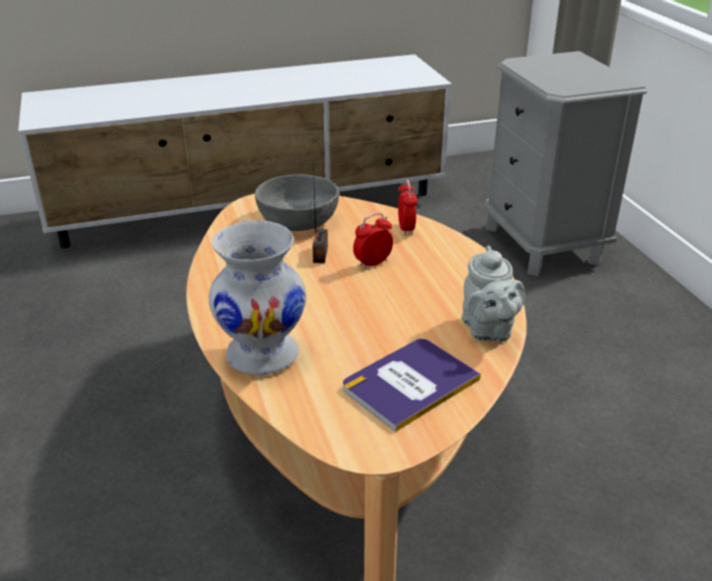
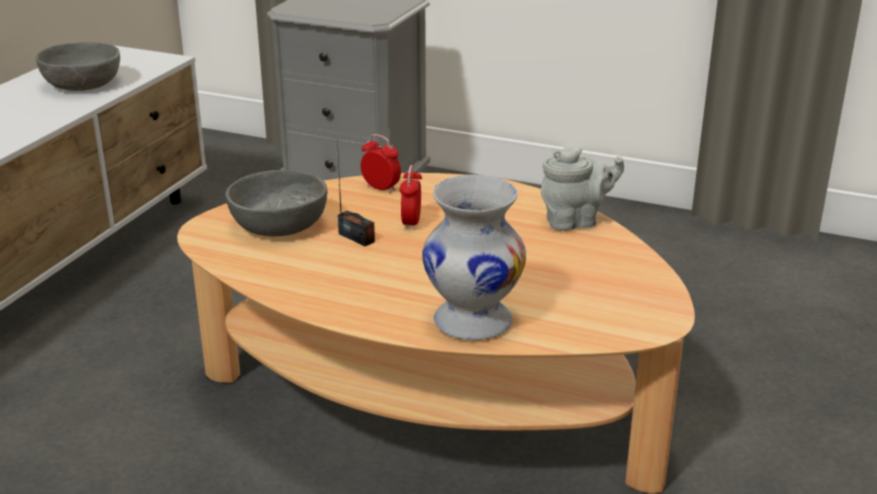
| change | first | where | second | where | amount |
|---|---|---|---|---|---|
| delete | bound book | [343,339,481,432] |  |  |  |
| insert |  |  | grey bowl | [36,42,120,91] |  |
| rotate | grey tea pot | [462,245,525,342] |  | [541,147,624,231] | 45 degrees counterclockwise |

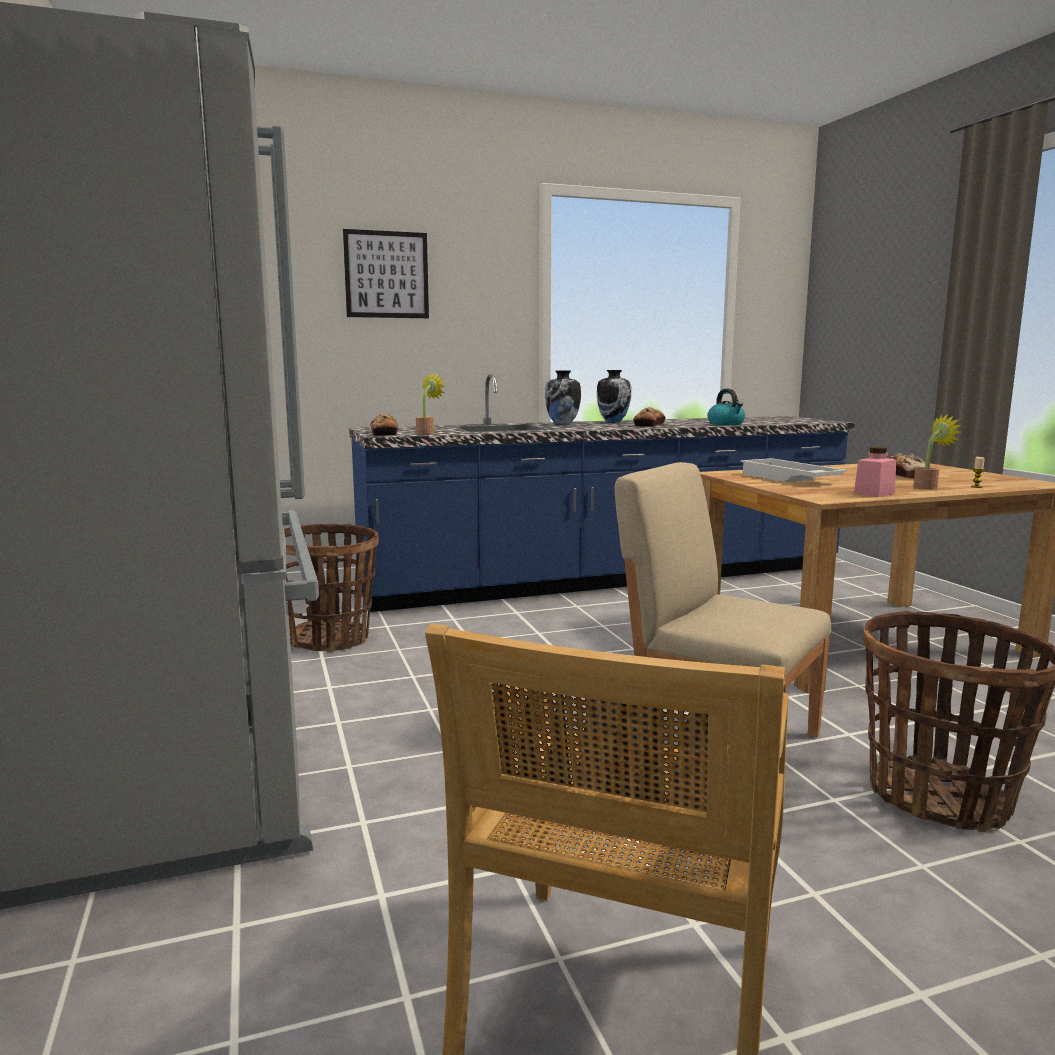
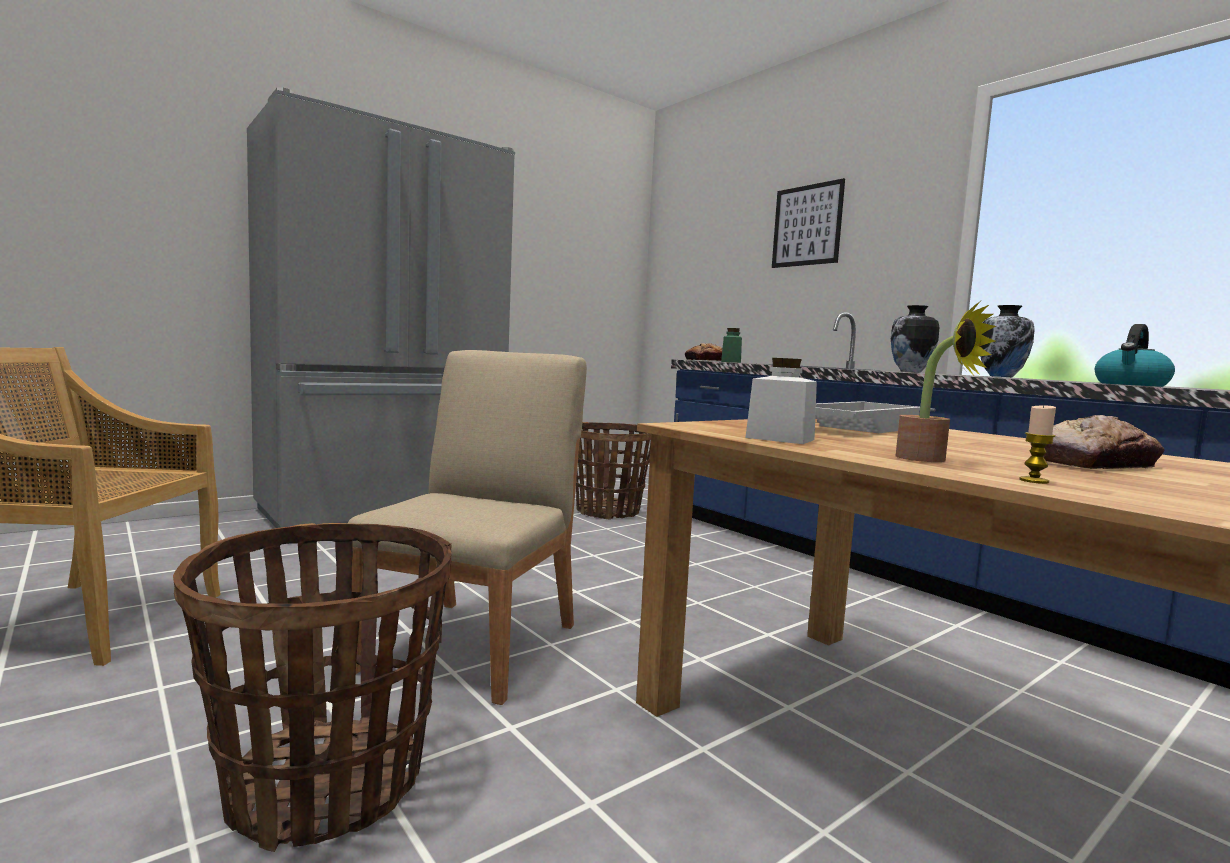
| change | first | where | second | where | amount |
|---|---|---|---|---|---|
| delete | baked bread | [633,407,666,427] |  |  |  |
| replace | plant in a pot | [416,372,446,434] | green jar | [721,328,742,363] |  |
| recolor | pink-coloured jar | [854,447,896,497] | whitish jar | [745,358,817,444] |  |

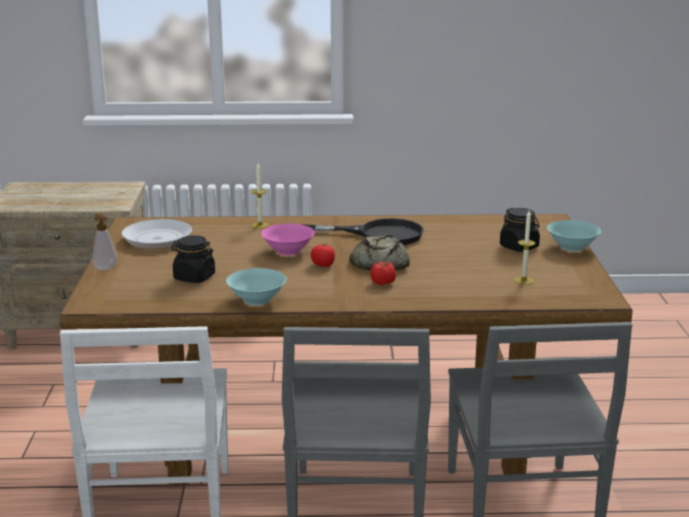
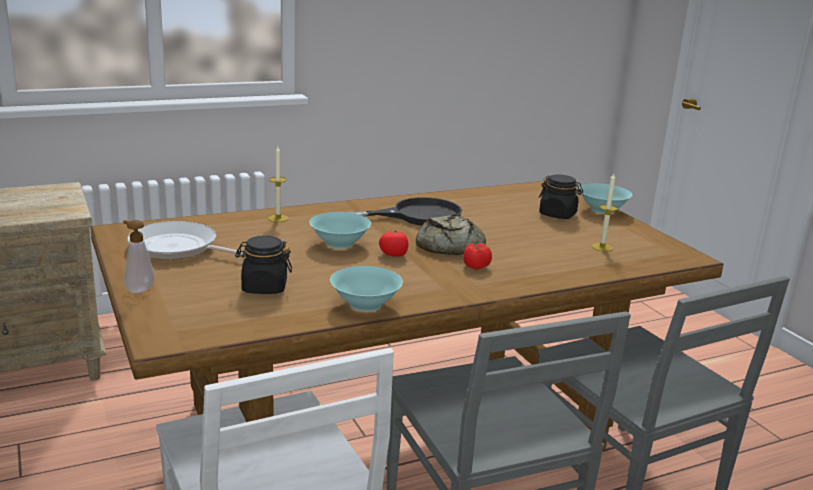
| change | first | where | second | where | amount |
|---|---|---|---|---|---|
| recolor | pink-coloured bowl | [261,223,315,256] | turquoise bowl | [309,212,371,249] |  |

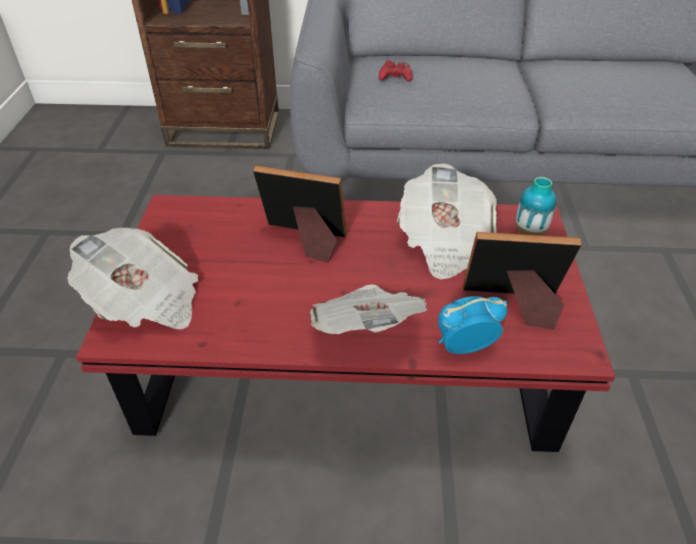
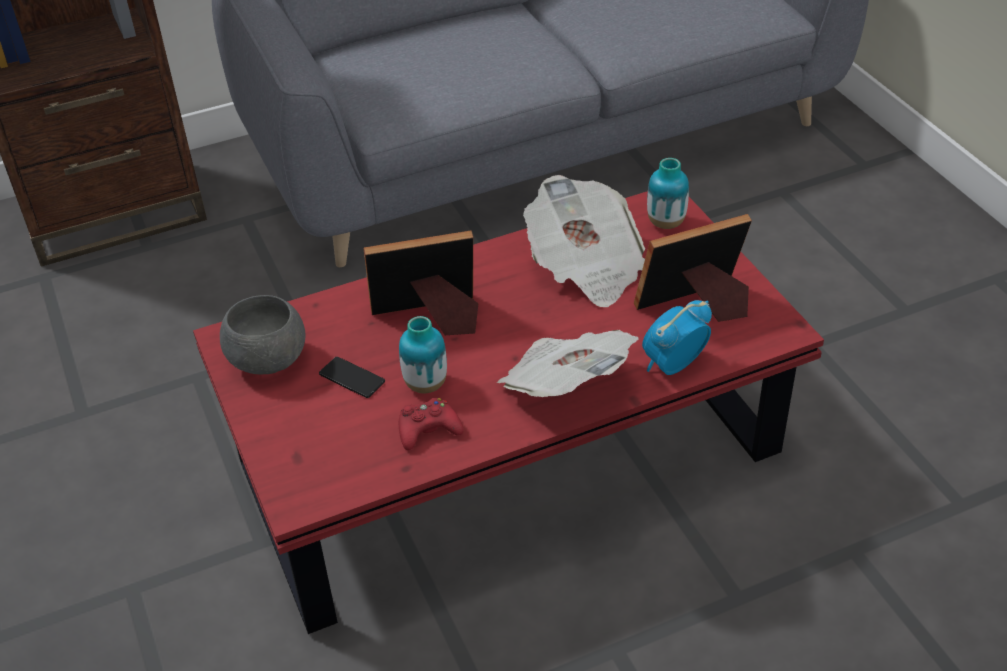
| change | first | where | second | where | amount |
|---|---|---|---|---|---|
| delete | daily paper | [67,228,198,329] |  |  |  |
| insert |  |  | grey bowl | [220,295,305,375] |  |
| insert |  |  | phone | [319,357,385,398] |  |
| insert |  |  | decorative vase | [399,316,447,393] |  |
| move | red gamepad | [379,60,412,82] |  | [399,398,464,450] |  |

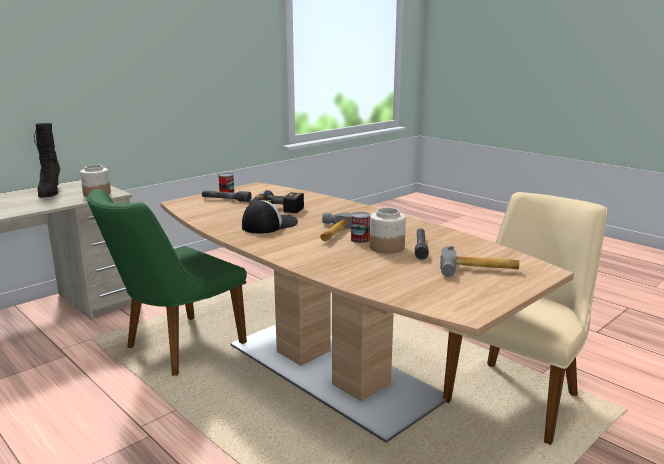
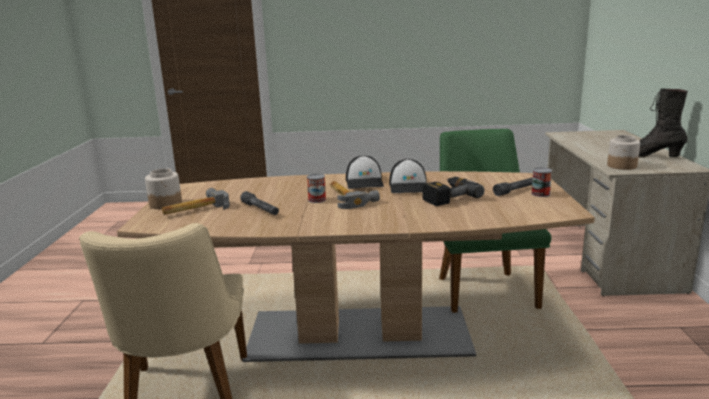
| change | first | where | second | where | amount |
|---|---|---|---|---|---|
| insert |  |  | baseball cap | [346,155,384,189] |  |
| move | jar | [369,208,406,254] |  | [145,168,182,209] |  |

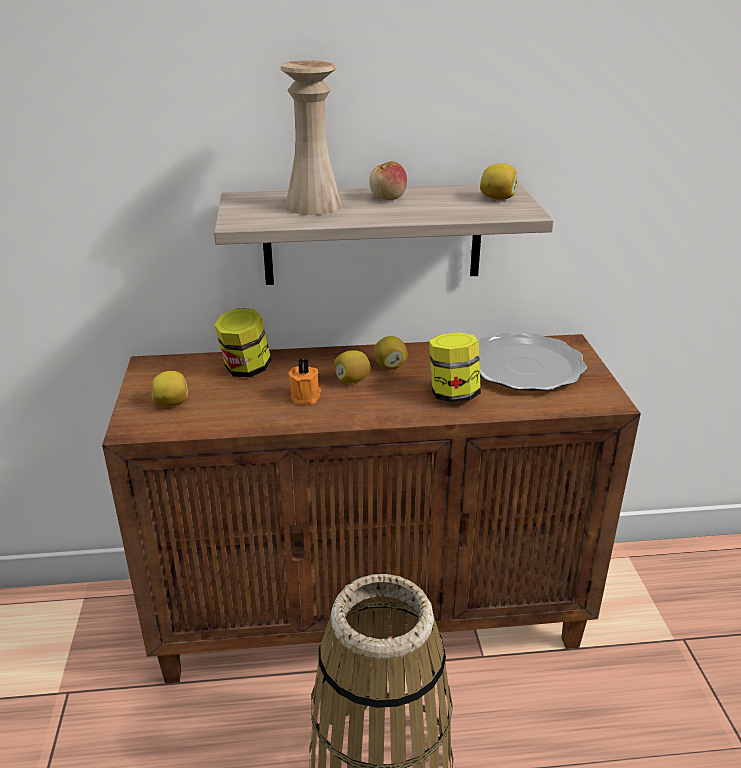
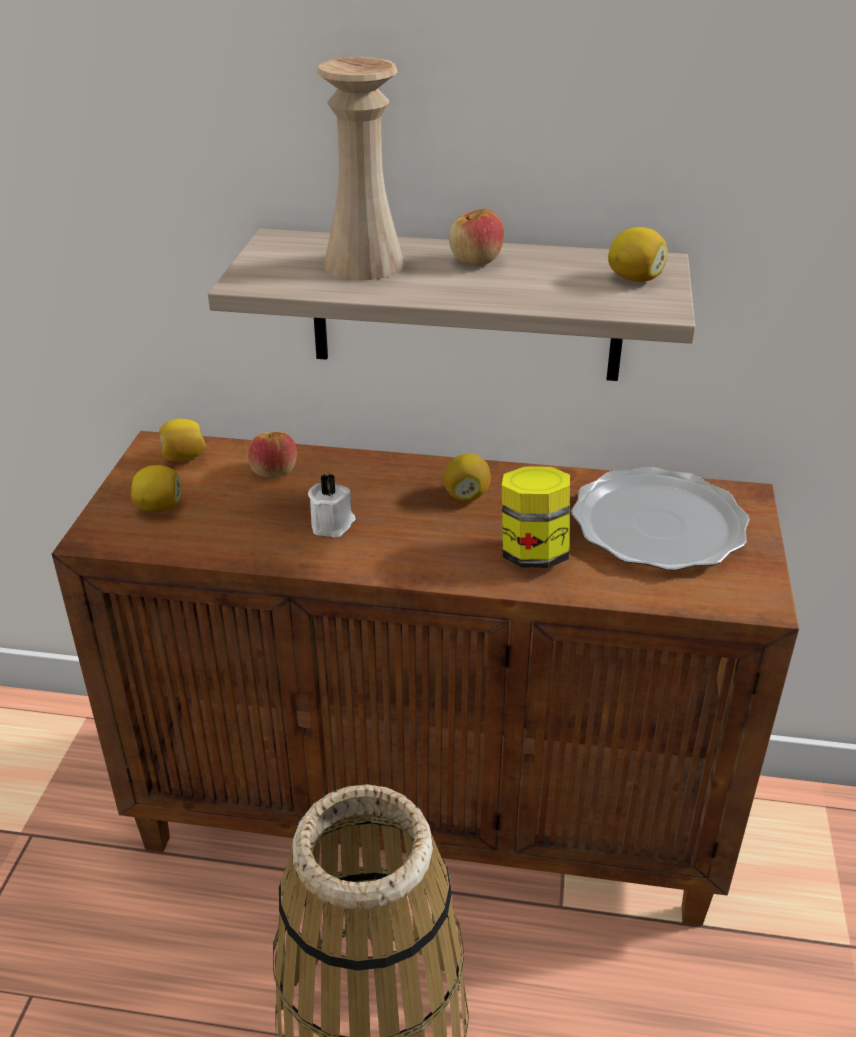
| change | first | where | second | where | amount |
|---|---|---|---|---|---|
| move | lemon | [334,350,371,384] |  | [159,418,207,462] |  |
| replace | jar | [214,308,271,377] | apple fruit | [247,431,297,478] |  |
| recolor | orangey wax candle | [288,358,321,405] | whitish wax candle | [308,473,356,537] |  |

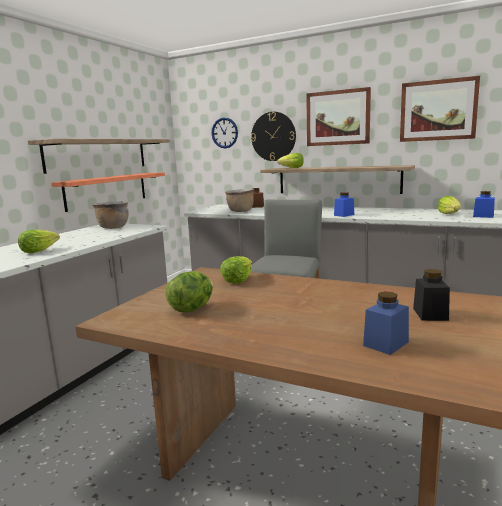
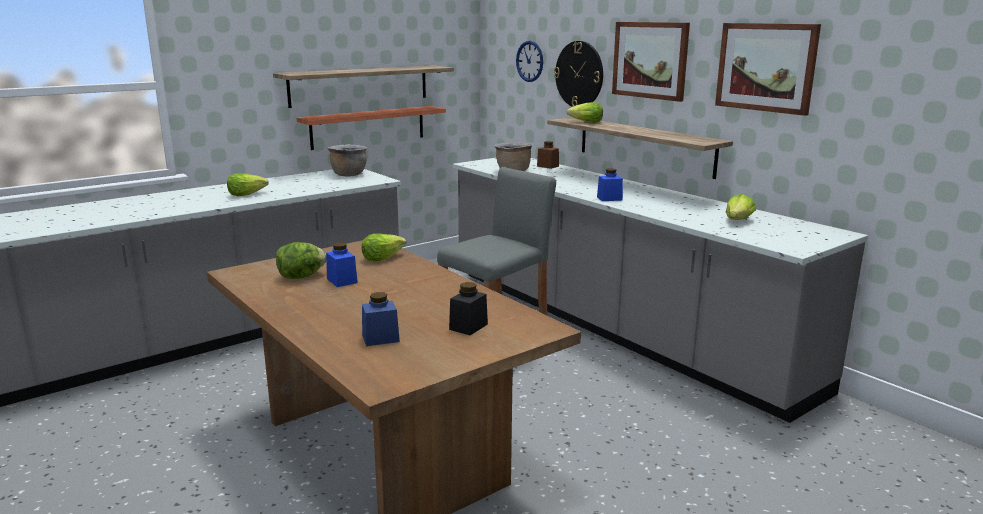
| change | first | where | second | where | amount |
|---|---|---|---|---|---|
| move | bluish jar | [473,191,495,218] |  | [326,242,358,287] |  |

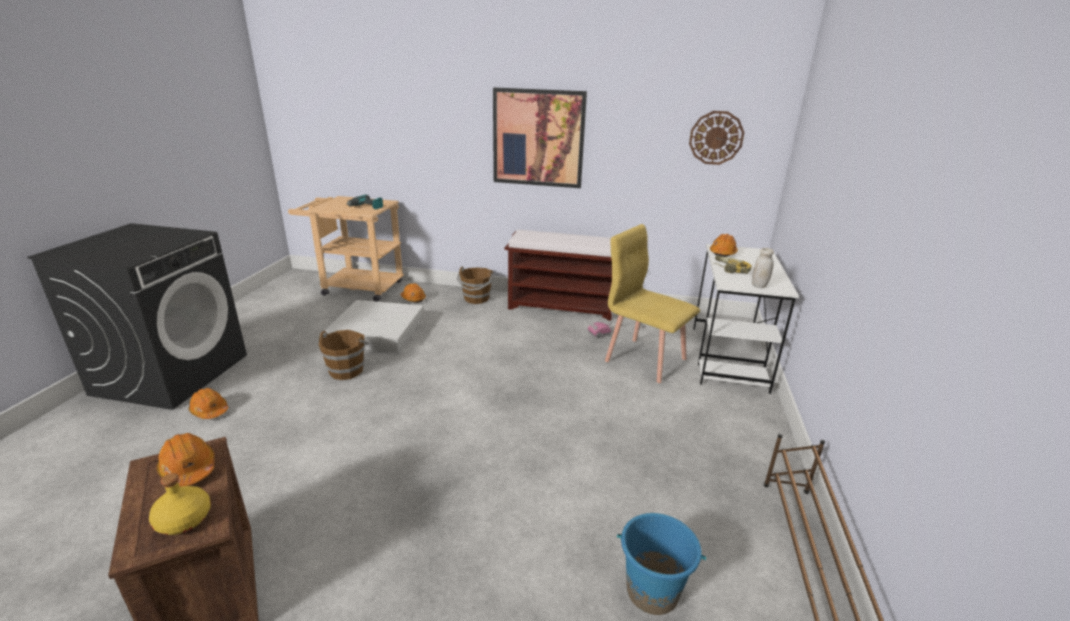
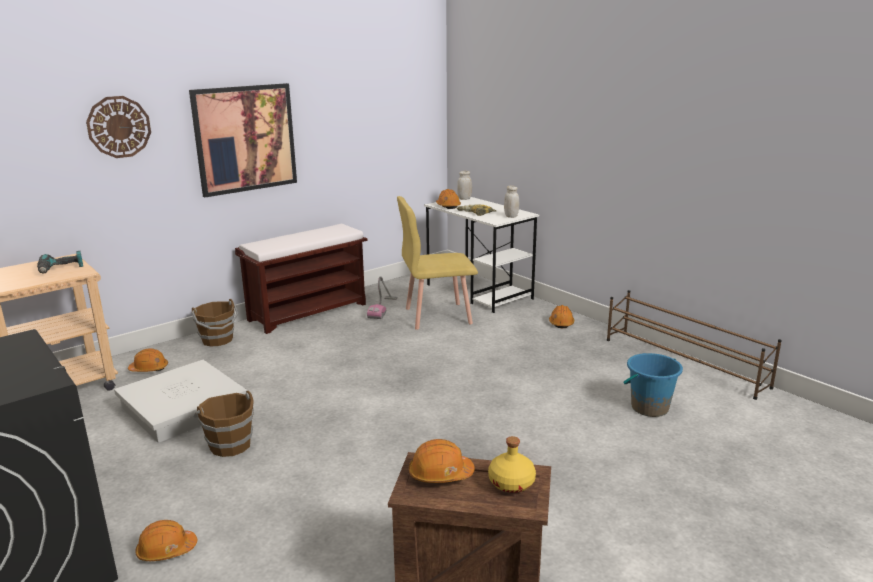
| change | first | where | second | where | amount |
|---|---|---|---|---|---|
| insert |  |  | whitish jar | [457,171,472,200] |  |
| insert |  |  | orangey work helmet | [549,305,574,328] |  |
| move | clock on the wall | [689,111,744,165] |  | [86,96,151,158] |  |

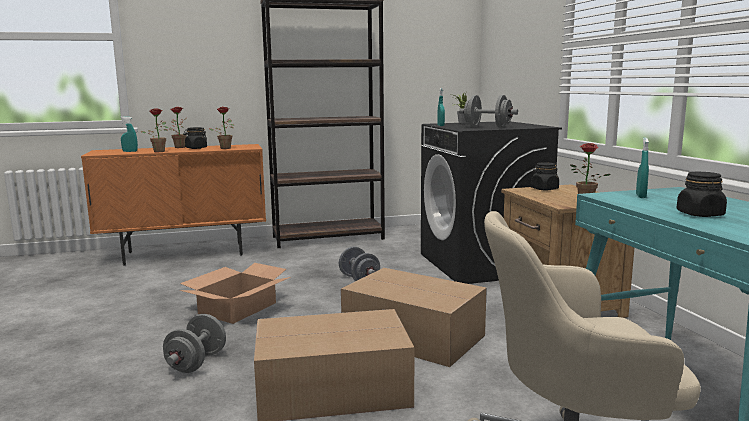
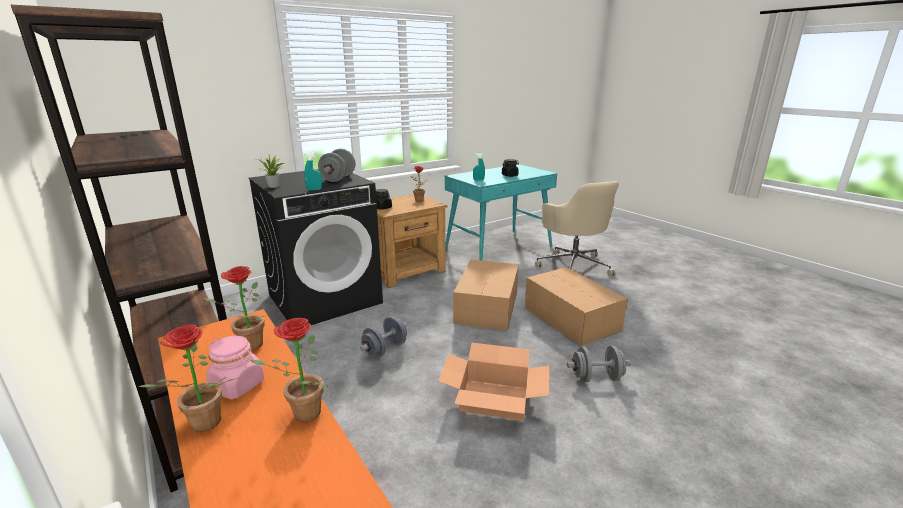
| change | first | where | second | where | amount |
|---|---|---|---|---|---|
| delete | turquoise sprayer | [120,116,138,152] |  |  |  |
| recolor | black jar | [183,127,207,149] | pink-coloured jar | [206,336,264,399] |  |

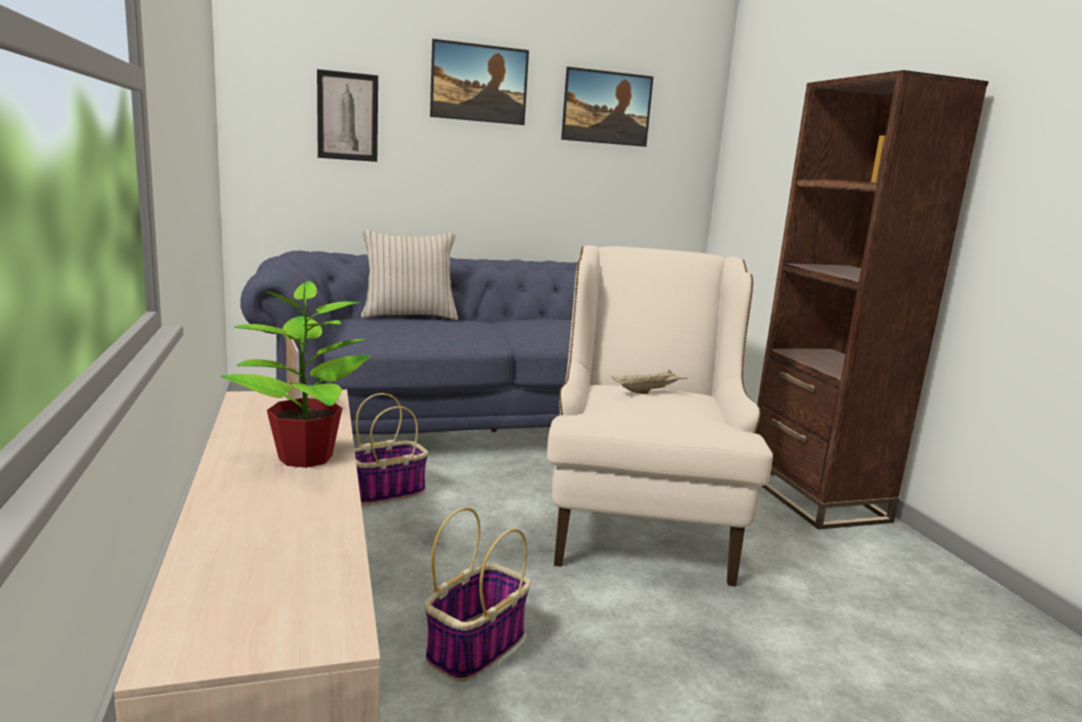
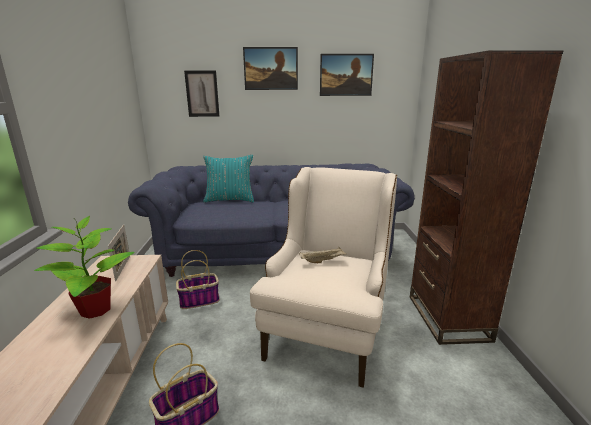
| change | first | where | second | where | amount |
|---|---|---|---|---|---|
| recolor | beige pillow | [361,229,458,320] | turquoise pillow | [203,155,254,203] |  |

